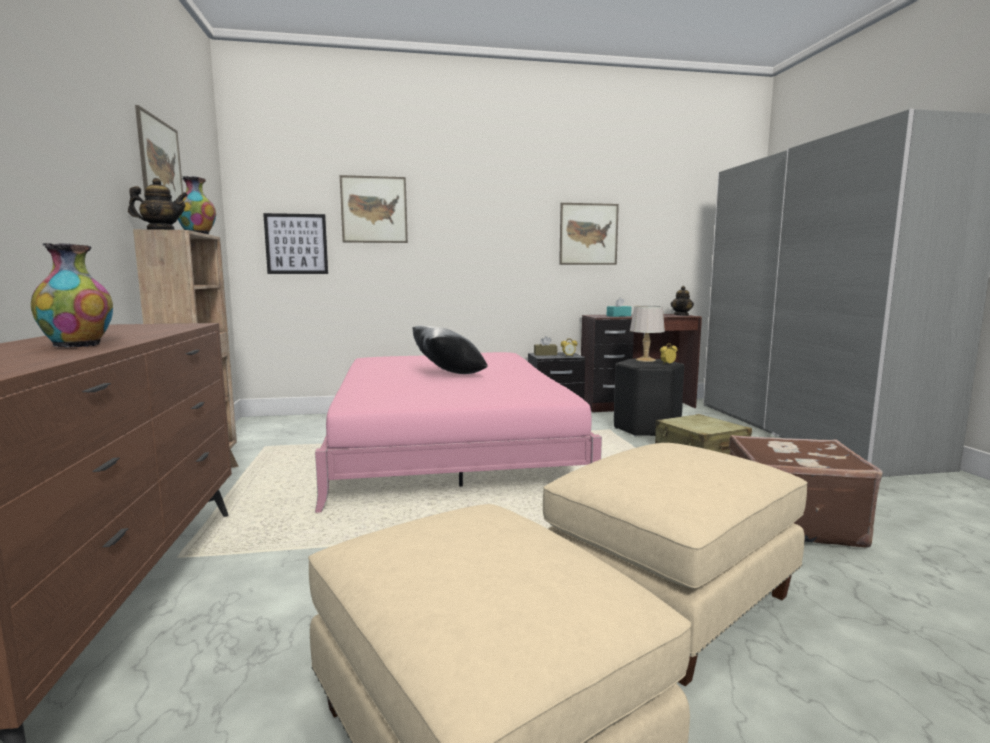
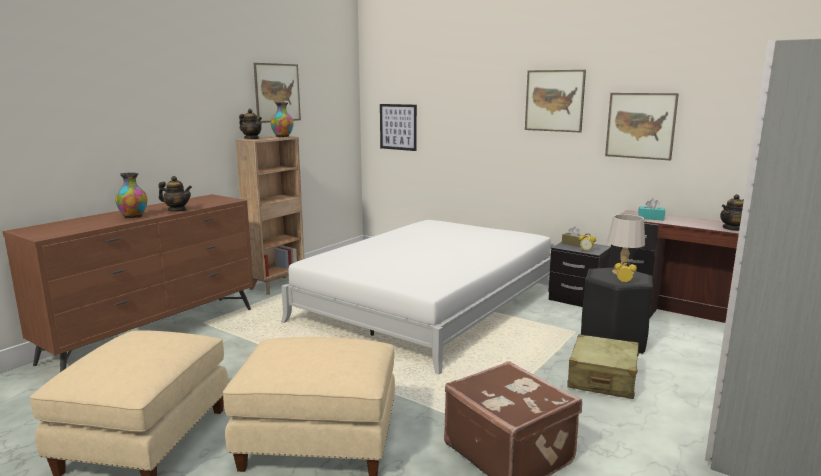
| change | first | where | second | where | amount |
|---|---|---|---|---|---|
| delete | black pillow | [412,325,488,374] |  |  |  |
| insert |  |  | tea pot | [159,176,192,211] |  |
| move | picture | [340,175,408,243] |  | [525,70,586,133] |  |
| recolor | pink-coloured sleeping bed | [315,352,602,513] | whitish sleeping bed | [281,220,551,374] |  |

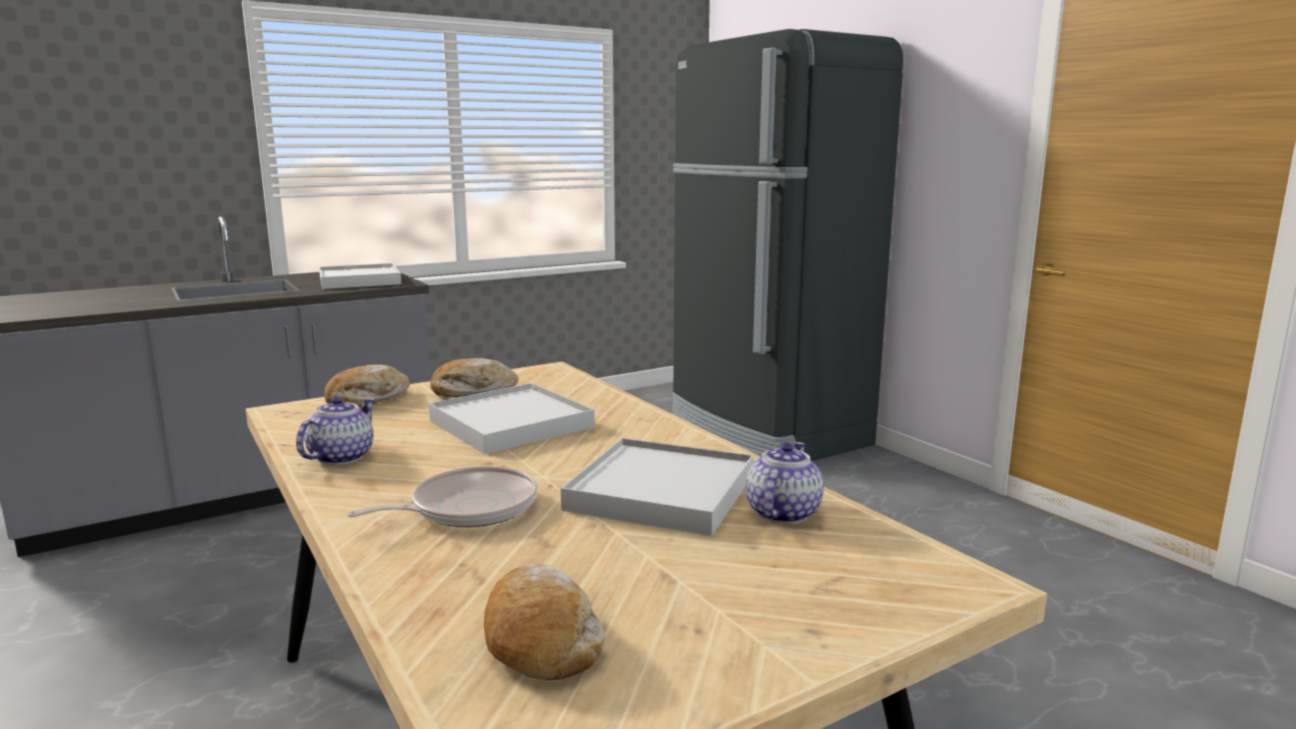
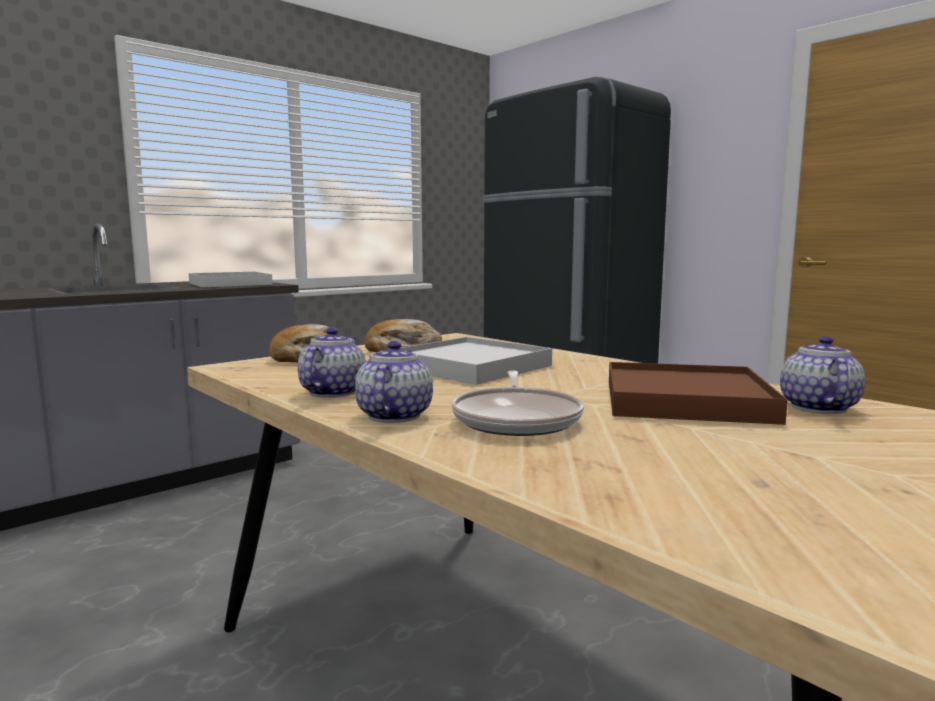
| change | first | where | second | where | amount |
|---|---|---|---|---|---|
| delete | baked bread | [484,564,605,680] |  |  |  |
| insert |  |  | tea pot | [355,341,433,423] |  |
| recolor | whitish serving tray | [561,438,753,536] | brownish serving tray | [609,362,788,425] |  |
| rotate | skillet | [347,466,538,527] |  | [452,371,584,436] | 135 degrees clockwise |

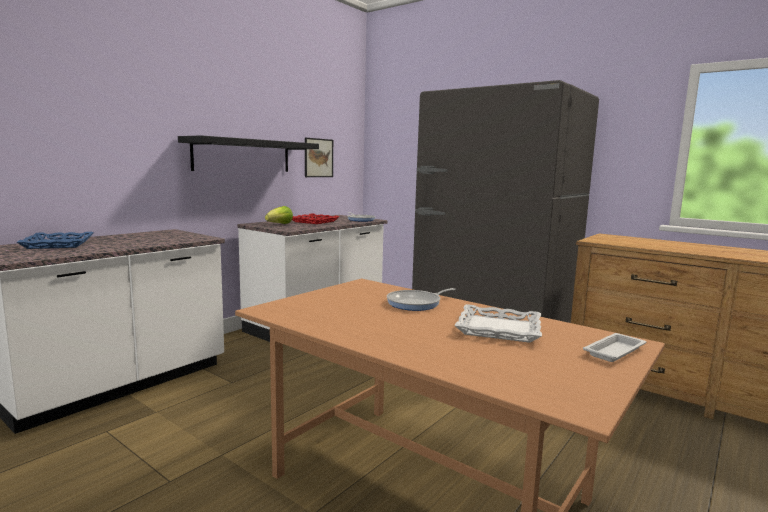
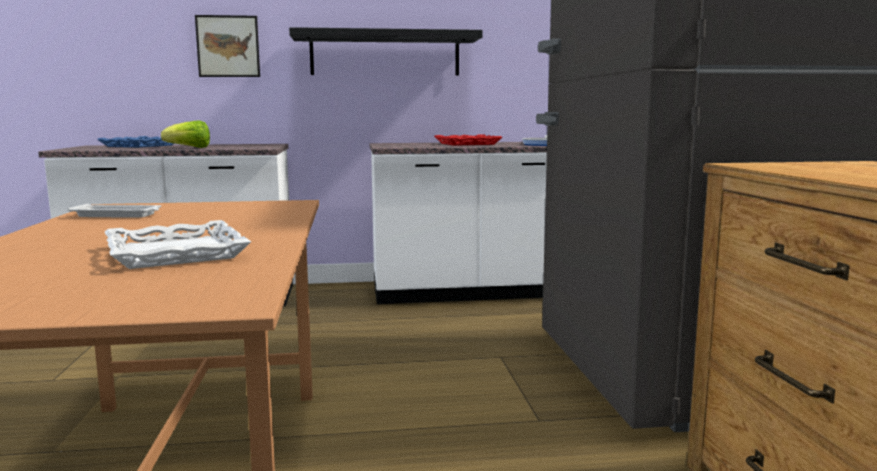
| change | first | where | second | where | amount |
|---|---|---|---|---|---|
| delete | skillet | [387,288,456,311] |  |  |  |
| move | lettuce head | [265,206,293,224] |  | [161,120,210,148] |  |
| move | picture | [305,138,333,177] |  | [195,15,260,77] |  |
| move | whitish serving tray | [583,333,647,362] |  | [68,204,161,218] |  |

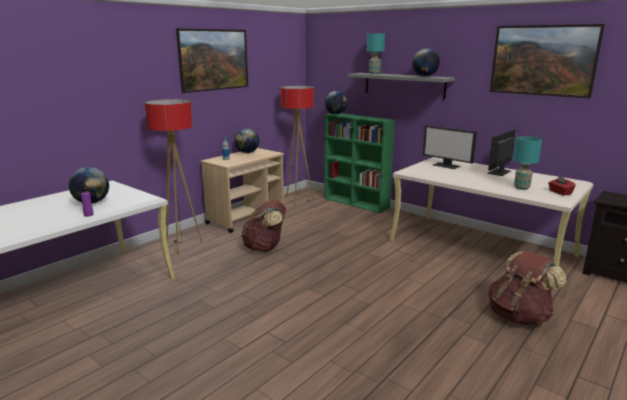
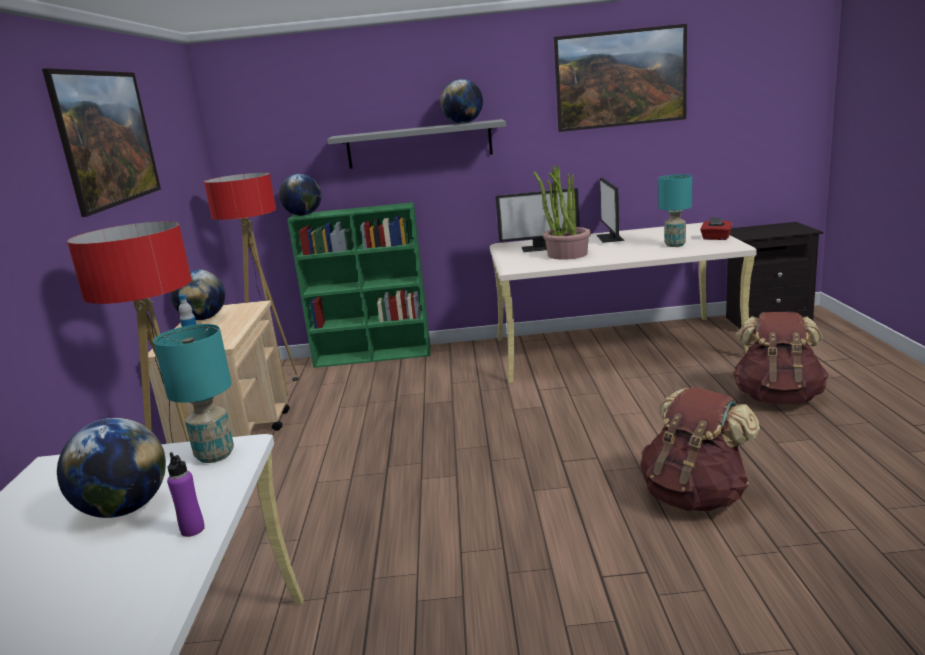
| change | first | where | second | where | amount |
|---|---|---|---|---|---|
| insert |  |  | plant in a pot | [533,165,591,260] |  |
| move | brownish knapsack | [241,200,286,252] |  | [640,387,760,511] |  |
| move | turquoise table lamp | [367,33,385,74] |  | [153,324,234,463] |  |

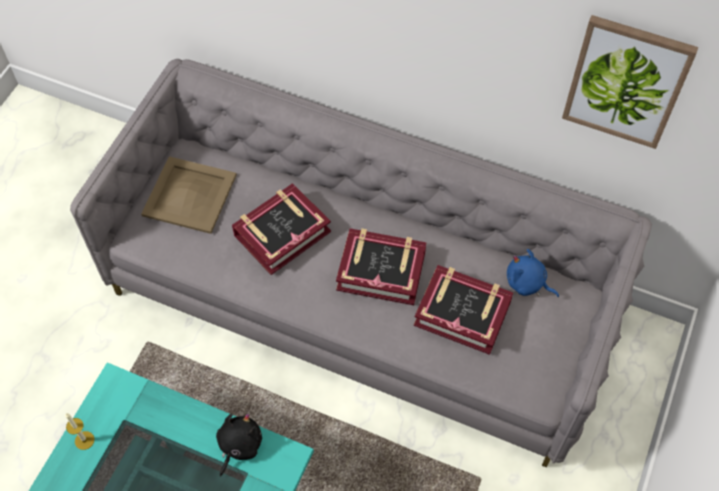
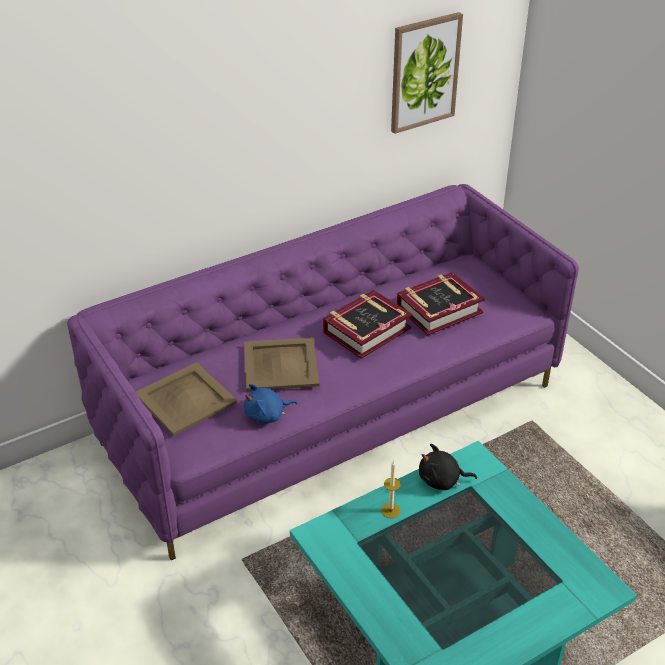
| change | first | where | second | where | amount |
|---|---|---|---|---|---|
| move | wax candle | [65,413,95,450] |  | [381,461,401,518] |  |
| move | bluish soft toy | [507,249,559,297] |  | [244,384,298,423] |  |
| replace | bound book | [232,183,331,275] | beige serving tray | [244,337,319,391] |  |
| recolor | grey sofa | [70,59,652,467] | purple-coloured sofa | [67,184,579,560] |  |
| rotate | black soft toy | [216,413,262,476] |  | [419,444,477,490] | 60 degrees counterclockwise |

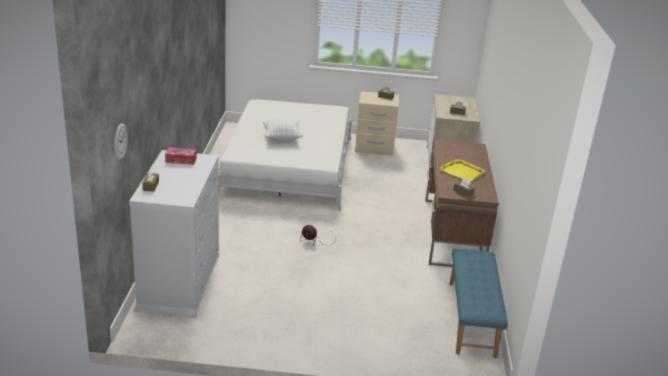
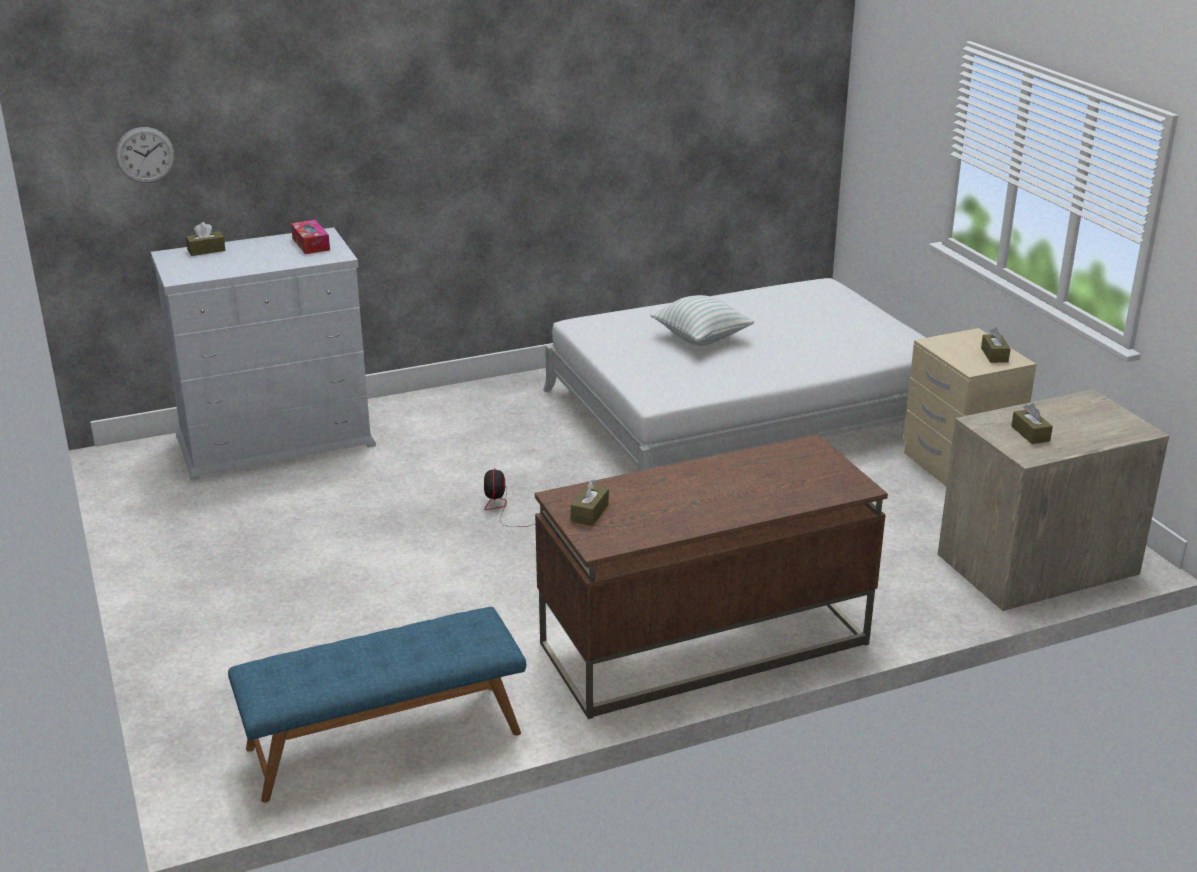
| change | first | where | second | where | amount |
|---|---|---|---|---|---|
| delete | yellowish serving tray | [440,159,485,181] |  |  |  |

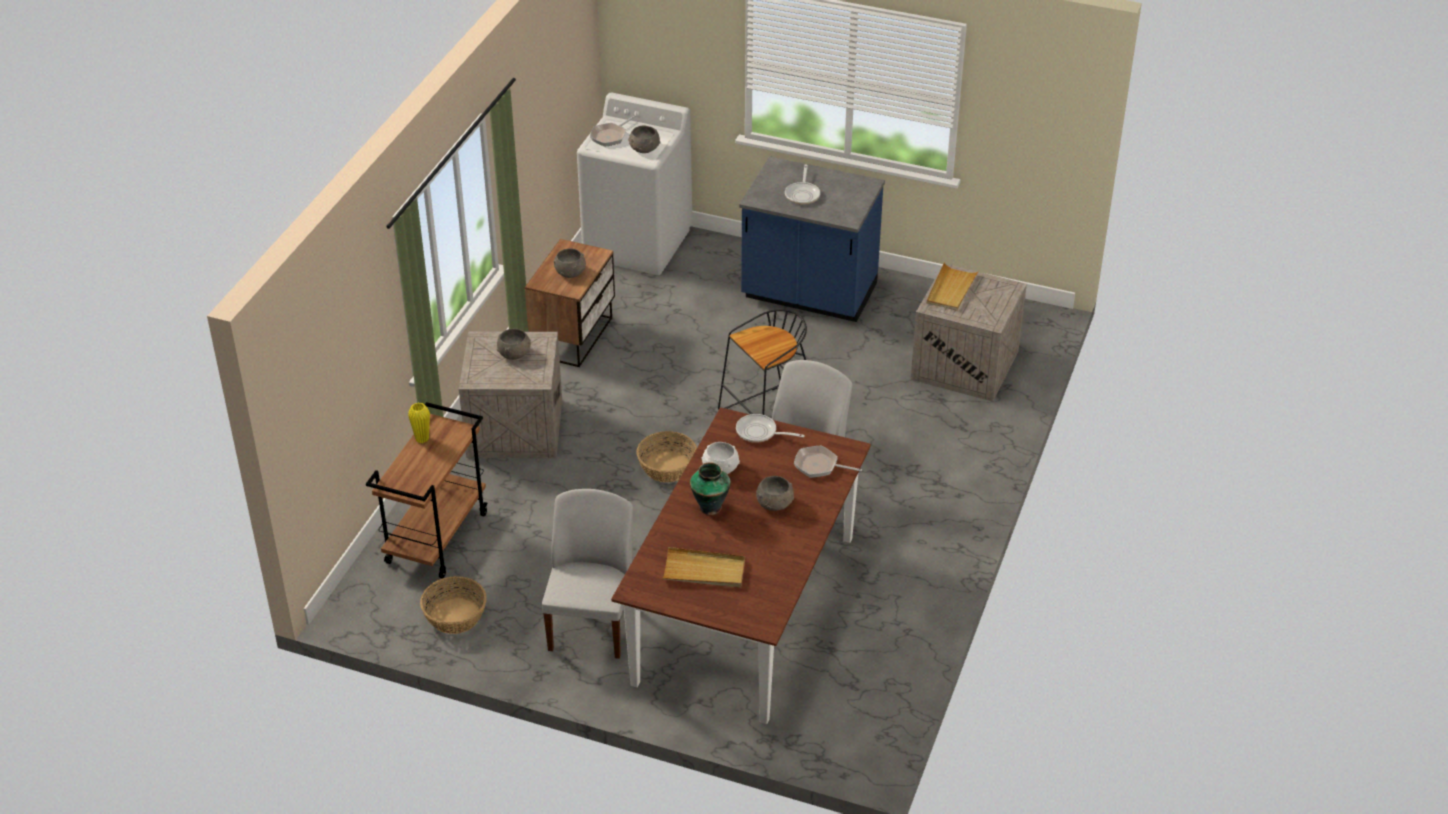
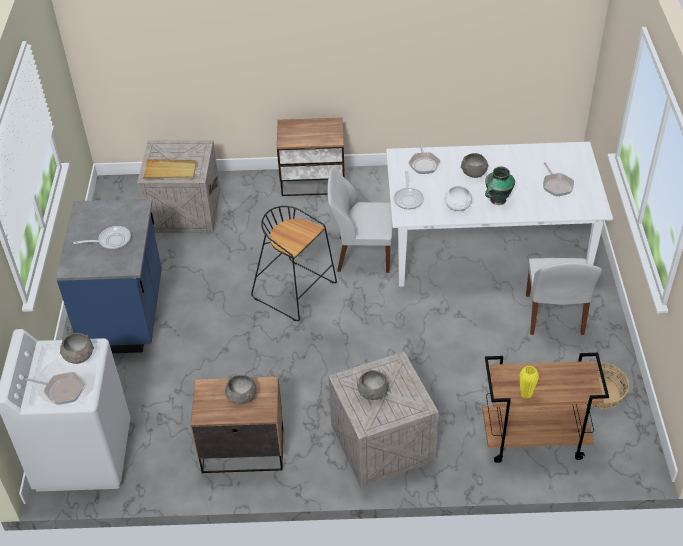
| change | first | where | second | where | amount |
|---|---|---|---|---|---|
| delete | basket | [637,431,697,482] |  |  |  |
| insert |  |  | night table | [277,118,345,196] |  |
| replace | beige serving tray | [662,547,745,588] | skillet | [543,162,574,196] |  |
| recolor | brownish dining table | [611,408,871,724] | whitish dining table | [386,142,613,287] |  |
| rotate | whitish upright chair | [542,489,633,659] |  | [526,258,602,335] | 75 degrees counterclockwise |

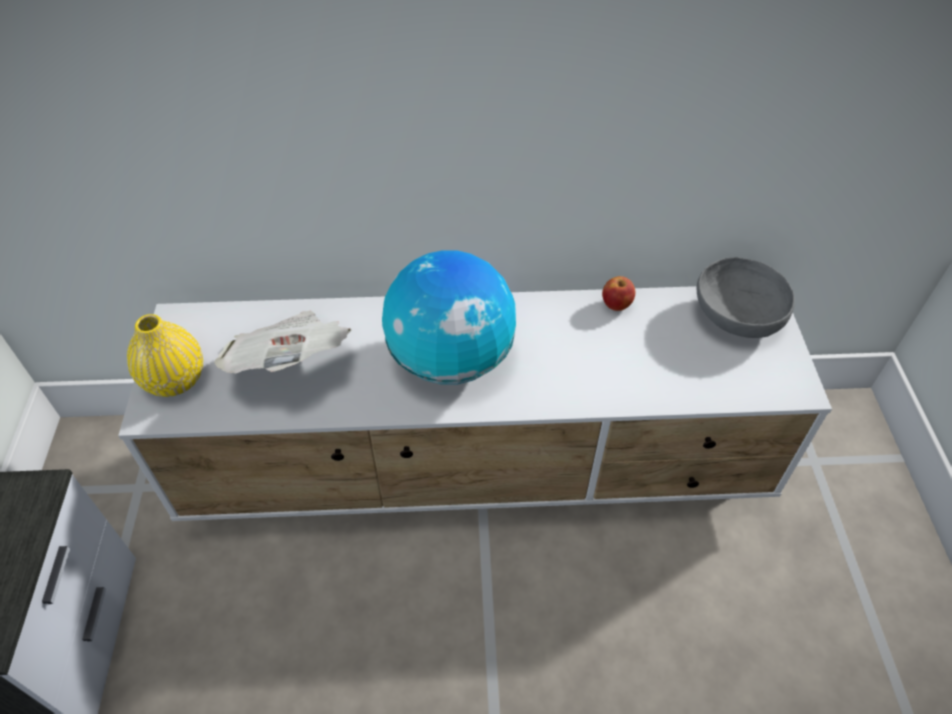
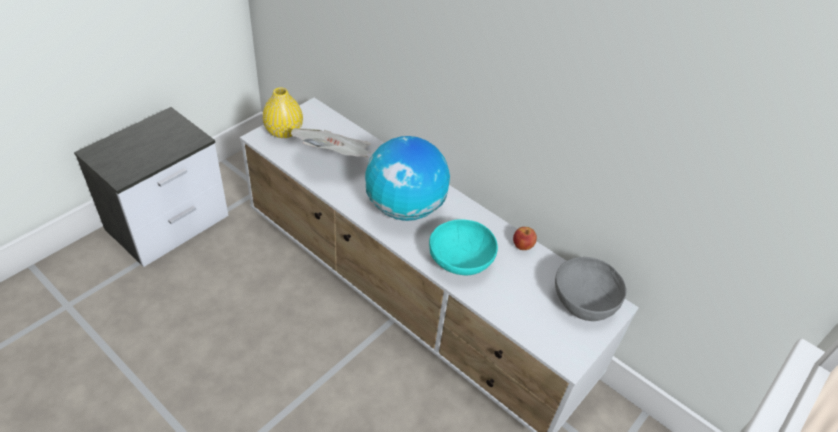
| change | first | where | second | where | amount |
|---|---|---|---|---|---|
| insert |  |  | turquoise bowl | [429,219,498,275] |  |

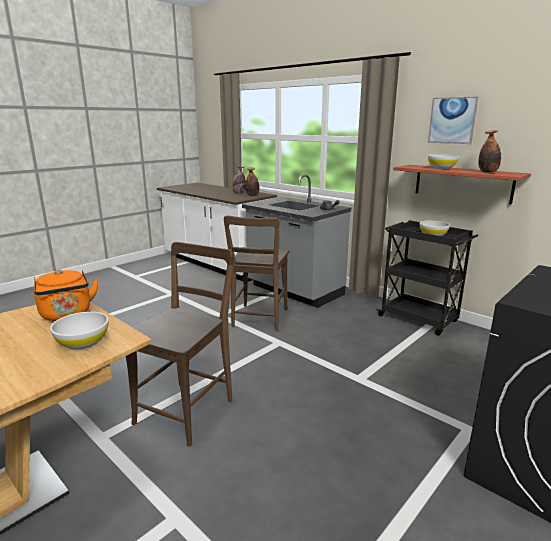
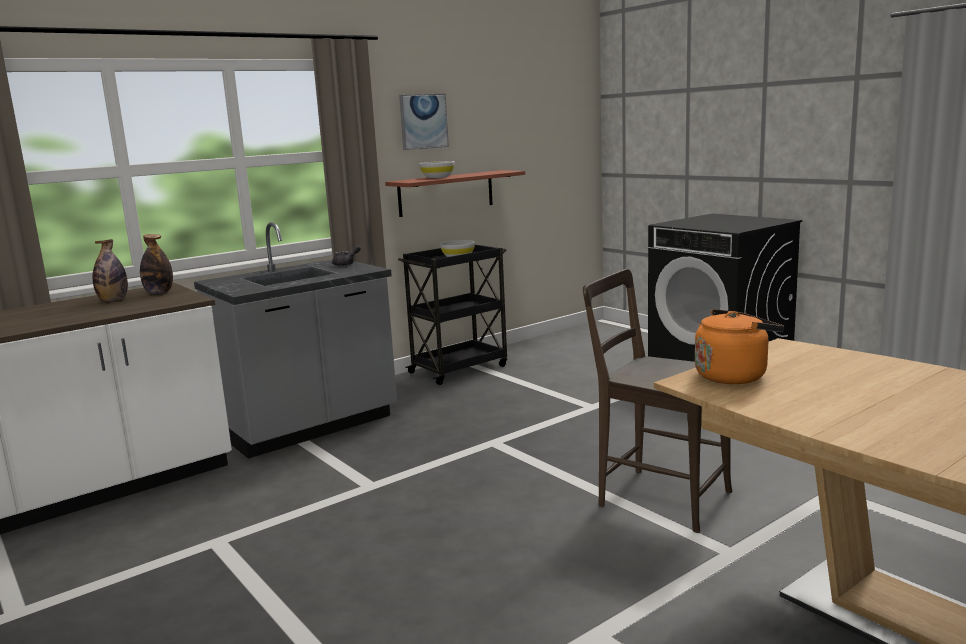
| change | first | where | second | where | amount |
|---|---|---|---|---|---|
| delete | whitish bowl | [50,312,109,350] |  |  |  |
| delete | brownish upright chair | [224,215,289,331] |  |  |  |
| delete | bottle | [478,130,501,173] |  |  |  |

